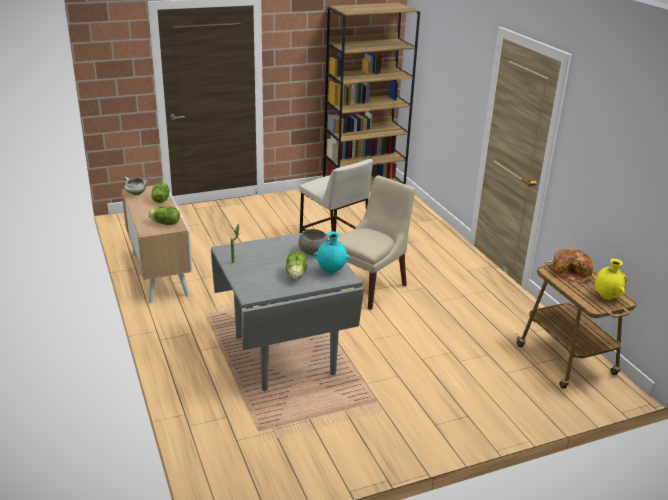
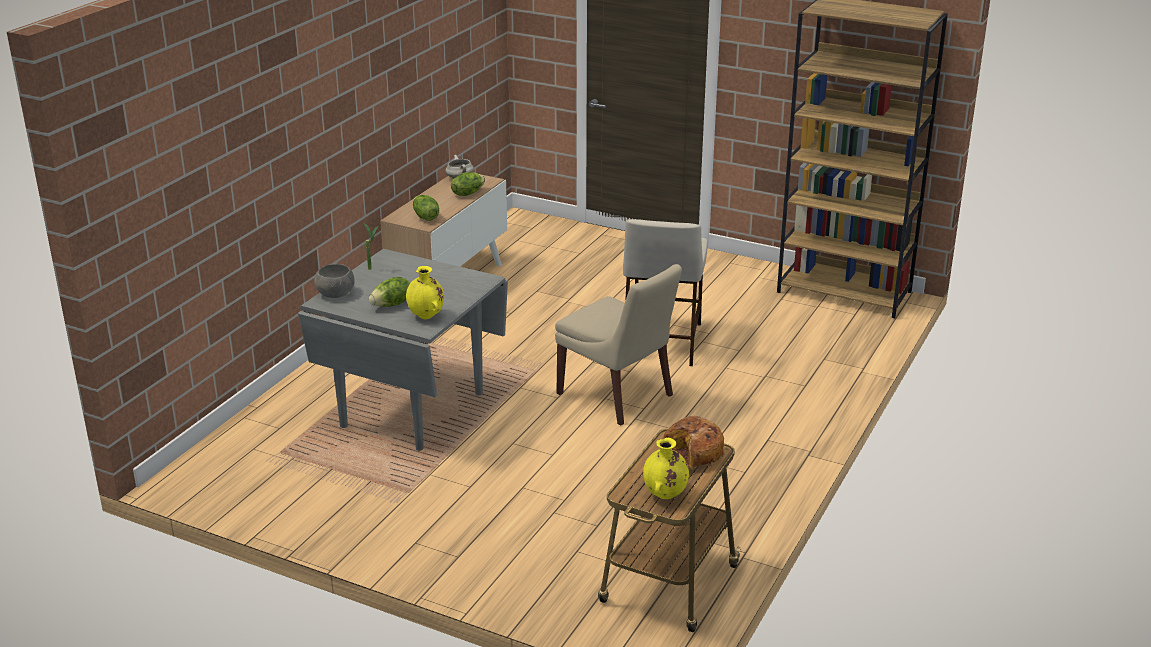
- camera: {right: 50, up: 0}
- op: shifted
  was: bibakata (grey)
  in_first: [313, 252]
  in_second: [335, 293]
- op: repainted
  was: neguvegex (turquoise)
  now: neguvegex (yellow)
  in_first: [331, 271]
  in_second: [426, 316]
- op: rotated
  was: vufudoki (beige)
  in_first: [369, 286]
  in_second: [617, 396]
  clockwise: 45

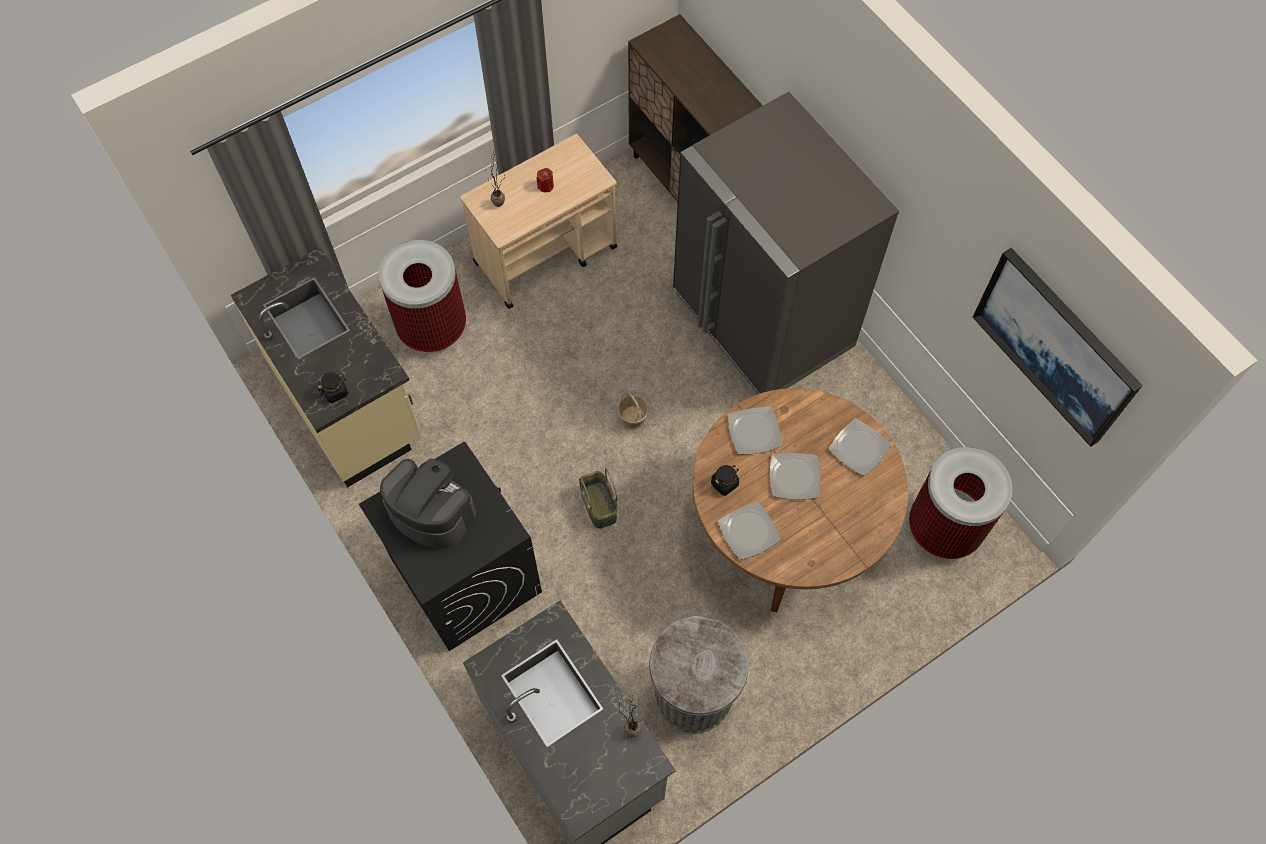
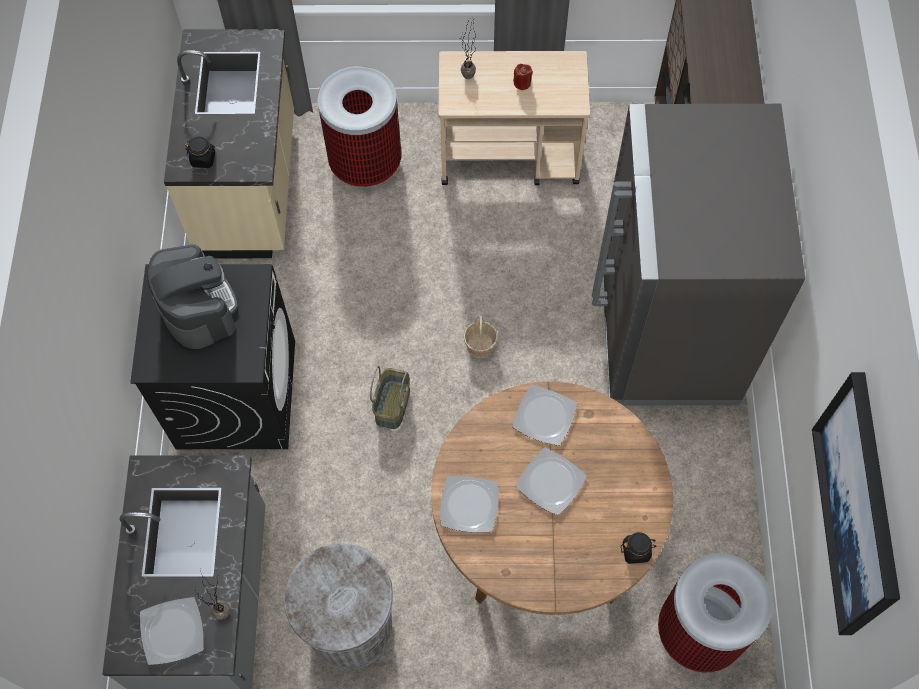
- camera: {right: 35, up: 0}
- op: shifted
  was: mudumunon
  in_first: [859, 448]
  in_second: [173, 631]
- op: shifted
  was: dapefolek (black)
  in_first: [724, 483]
  in_second: [636, 551]

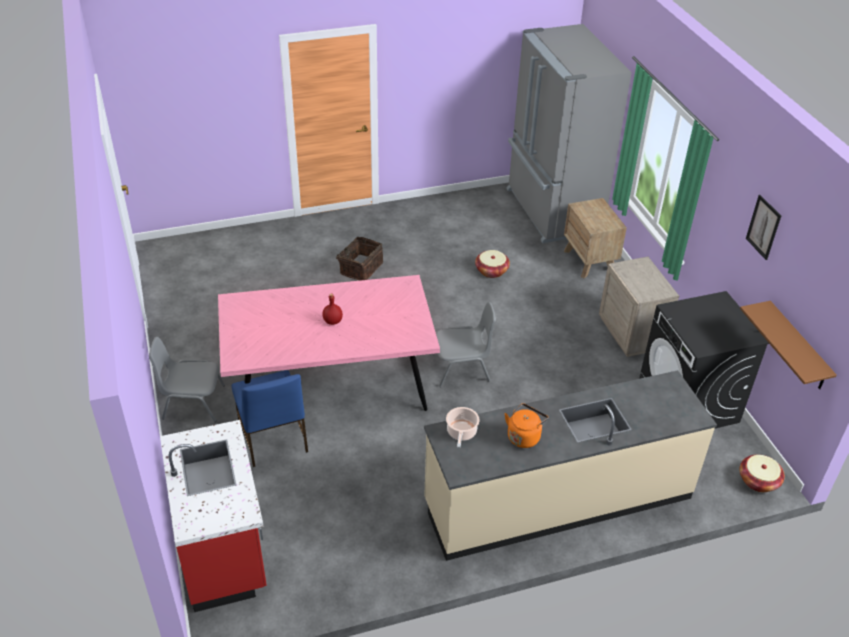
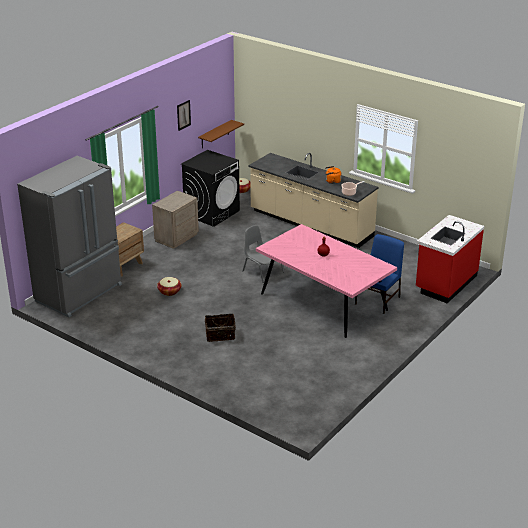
- camera: {right: -125, up: -10}
- op: gone
  was: vufudoki (grey)
  in_first: [192, 402]

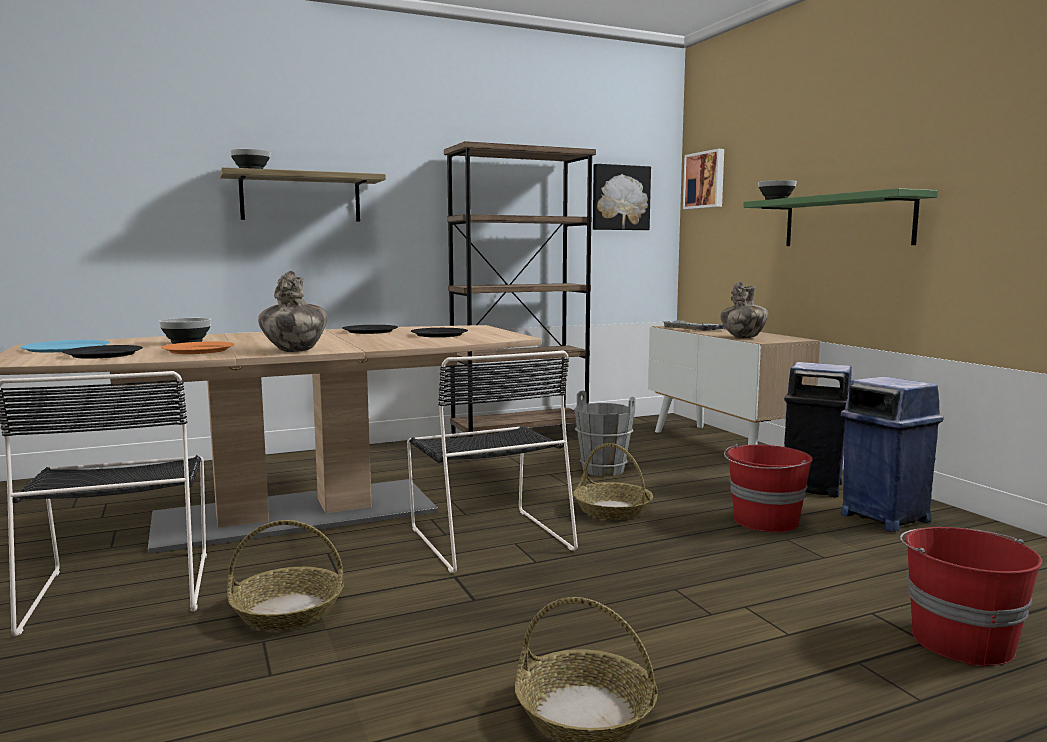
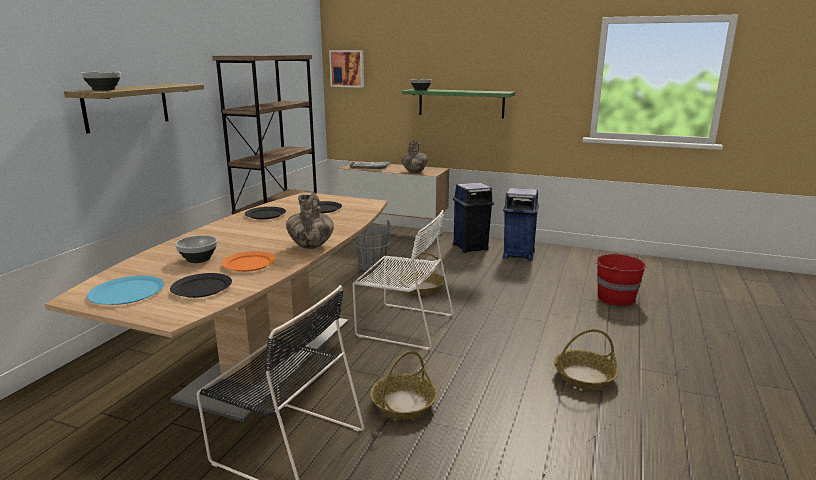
- camera: {right: -45, up: 10}
- op: repainted
  was: vufudoki (black)
  now: vufudoki (white)
  in_first: [488, 537]
  in_second: [402, 325]
- op: gone
  was: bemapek
  in_first: [620, 198]
- op: gone
  was: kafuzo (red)
  in_first: [765, 521]

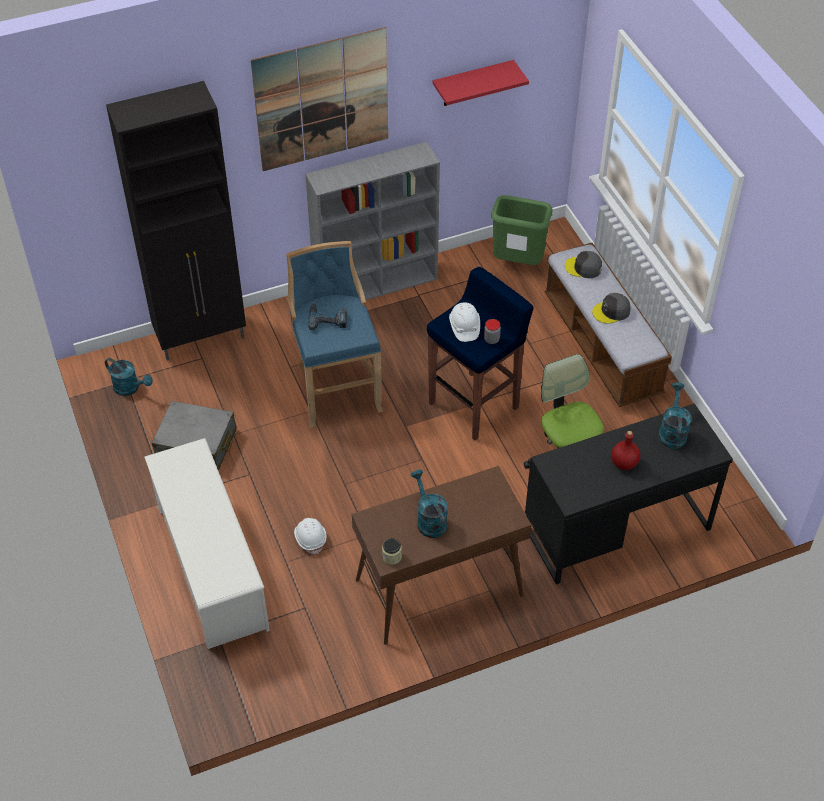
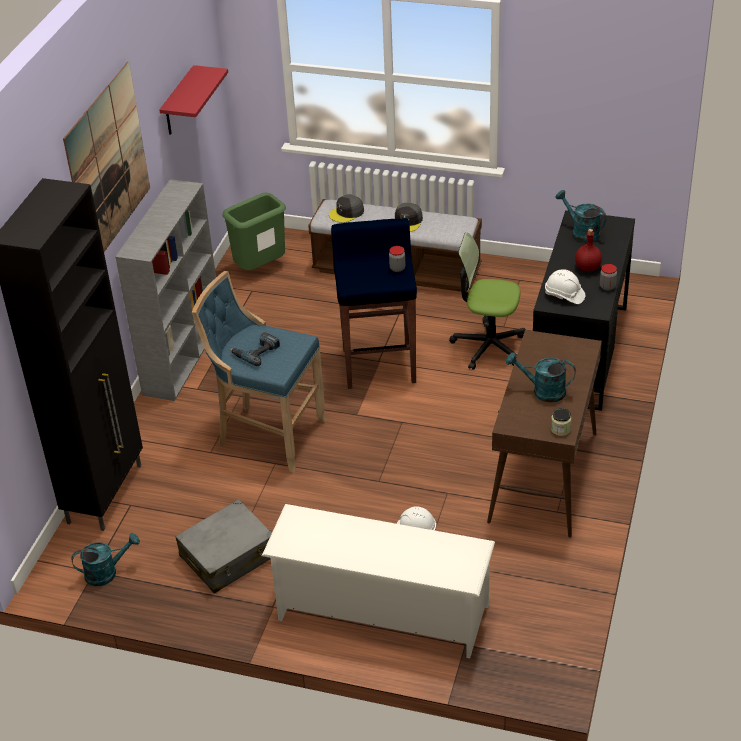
- camera: {right: -50, up: -10}
- op: shifted
  was: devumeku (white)
  in_first: [464, 327]
  in_second: [564, 295]
- op: new
  now: dapefolek
  in_second: [607, 287]

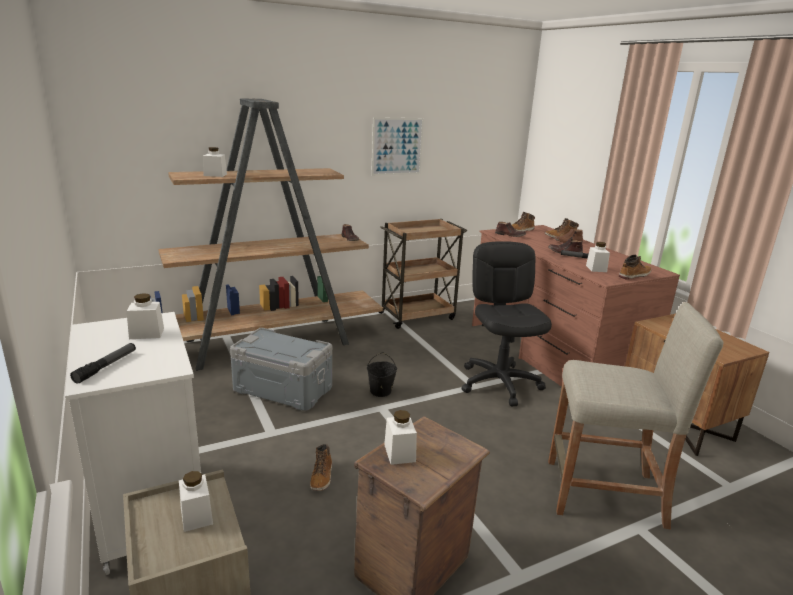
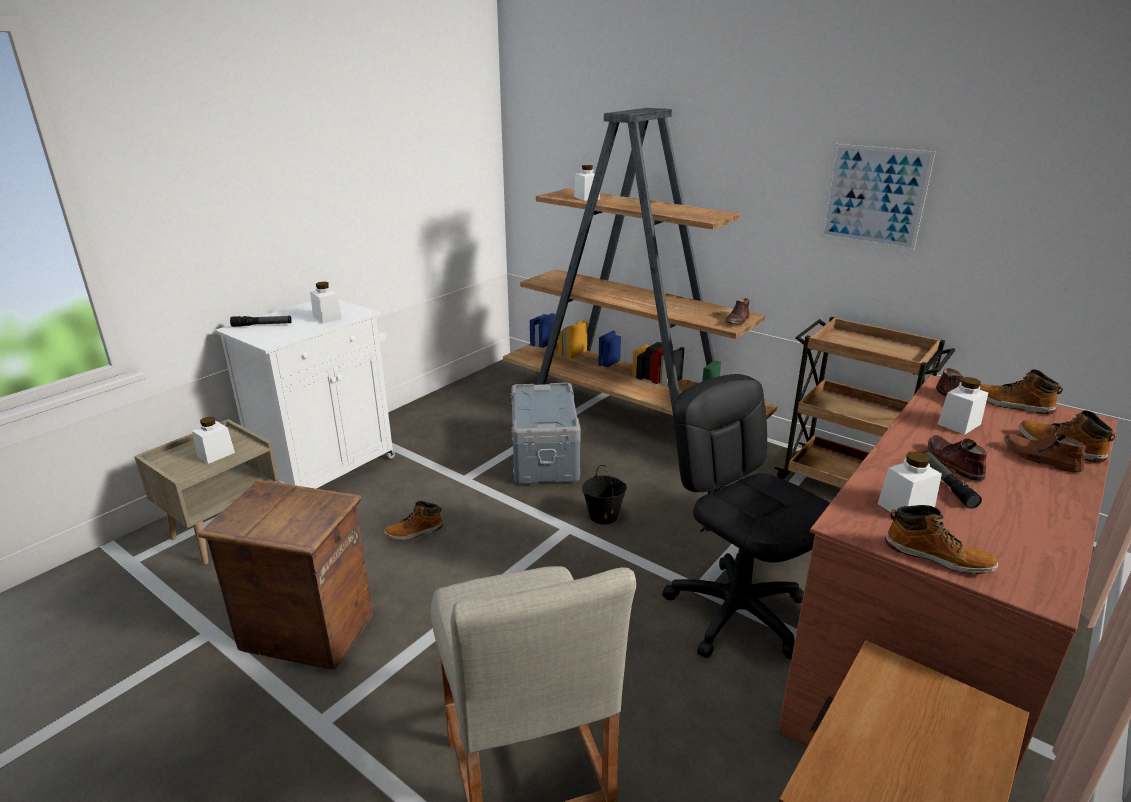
- camera: {right: 65, up: 5}
- op: rotated
  was: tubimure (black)
  in_first: [500, 383]
  in_second: [737, 612]
  clockwise: -90
- op: shifted
  was: dapefolek (white)
  in_first: [399, 453]
  in_second: [959, 424]

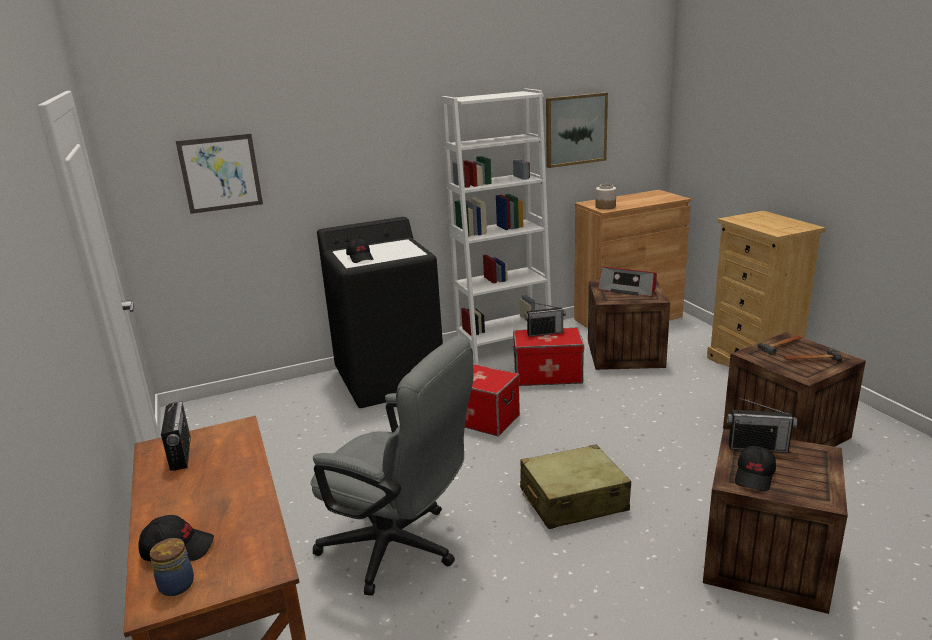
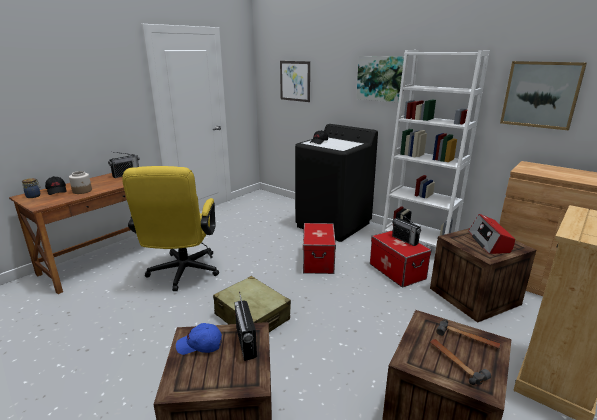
- camera: {right: 60, up: 0}
- op: shifted
  was: dapefolek
  in_first: [605, 206]
  in_second: [82, 191]
- op: repainted
  was: tubimure (grey)
  now: tubimure (yellow)
  in_first: [400, 549]
  in_second: [182, 274]
- op: repainted
  was: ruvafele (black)
  now: ruvafele (blue)
  in_first: [755, 476]
  in_second: [199, 345]
- op: new
  now: bemapek
  in_second: [380, 78]

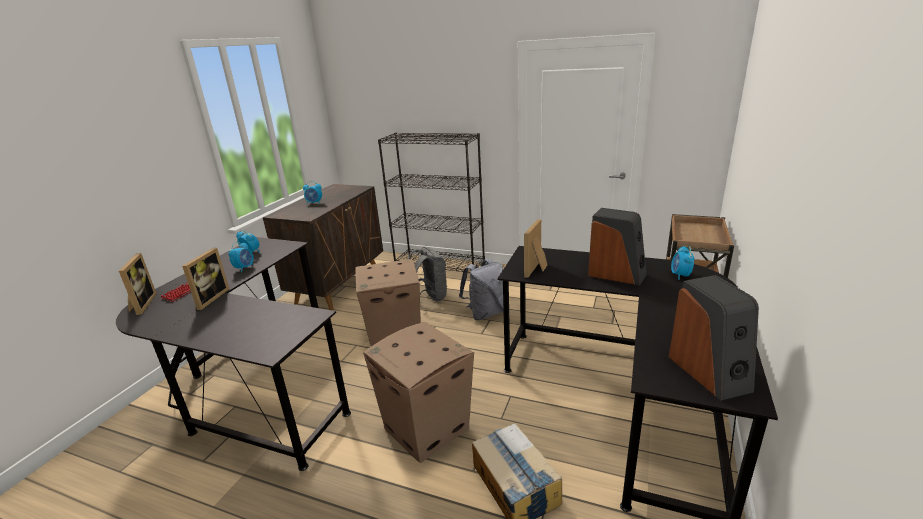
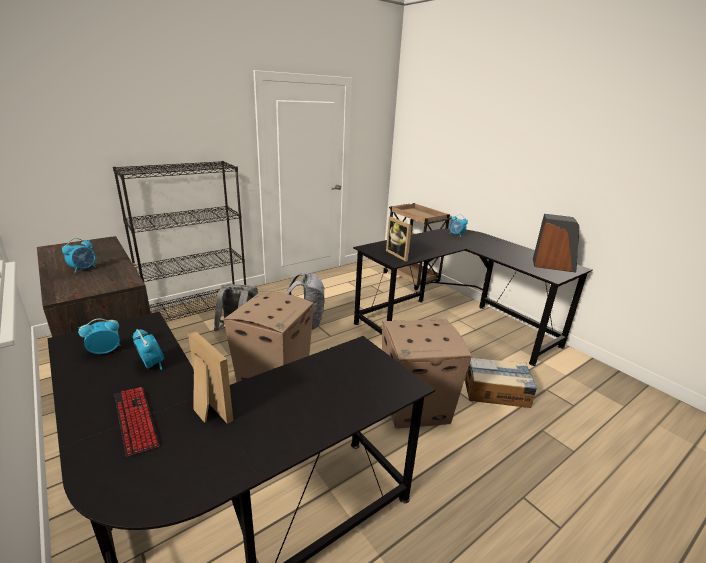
- camera: {right: -60, up: 0}
- op: gone
  was: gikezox
  in_first: [141, 305]
- op: gone
  was: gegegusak
  in_first: [616, 274]

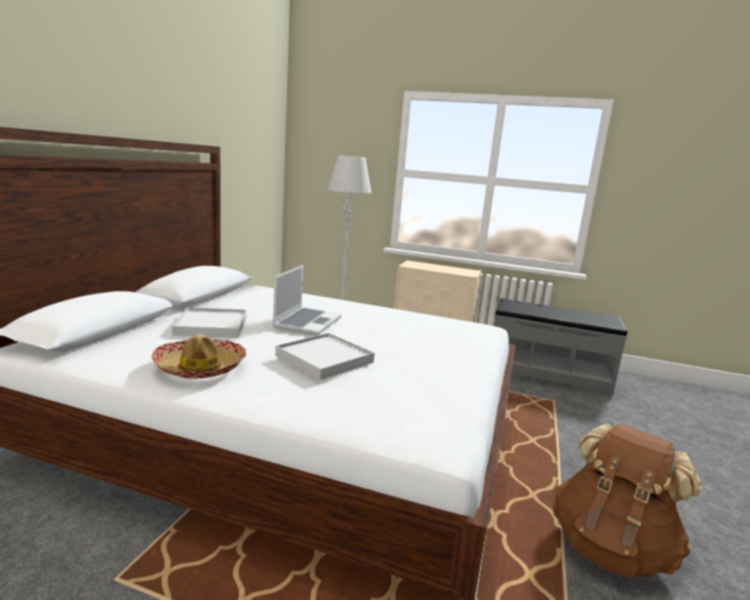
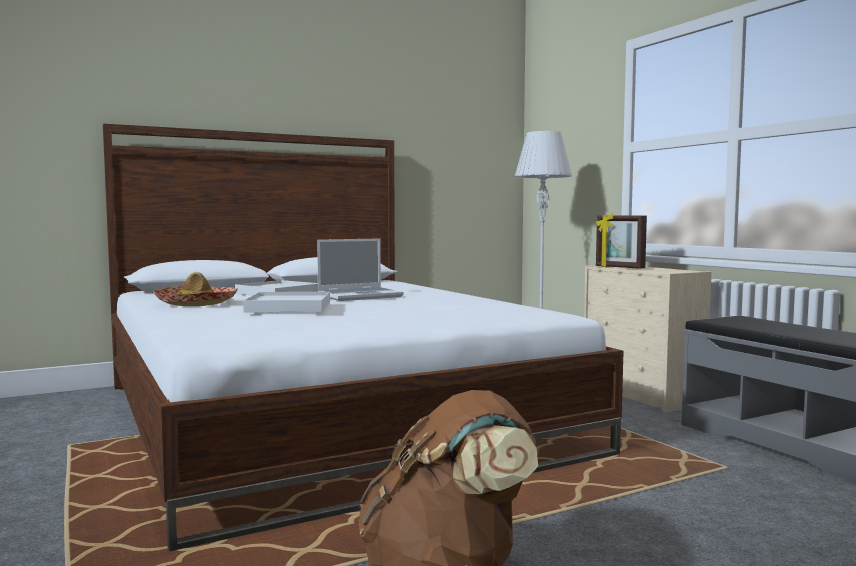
- camera: {right: 45, up: -10}
- op: new
  now: gikezox
  in_second: [619, 267]

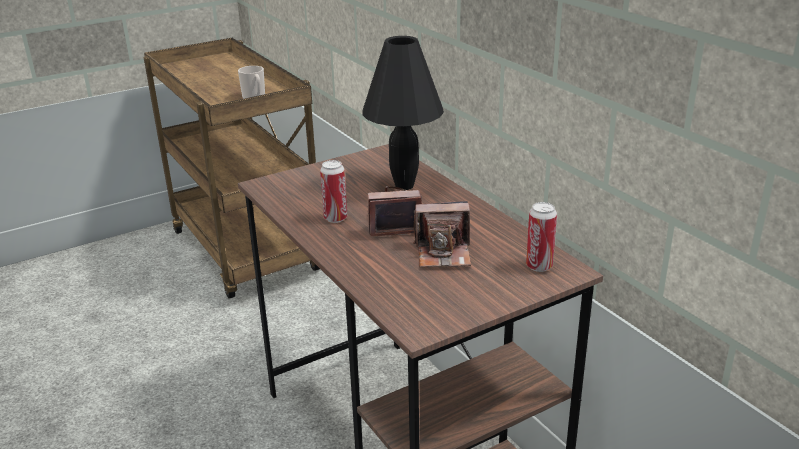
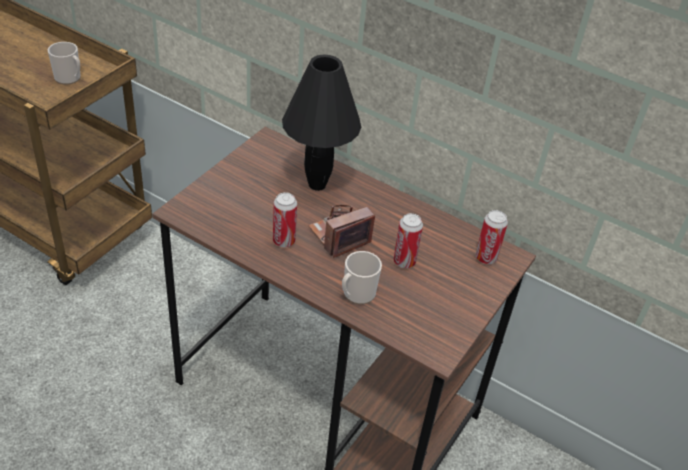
- camera: {right: -30, up: 15}
- op: new
  now: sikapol
  in_second: [356, 294]
- op: swapped
  was: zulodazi
  now: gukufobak
  in_first: [443, 253]
  in_second: [404, 262]

